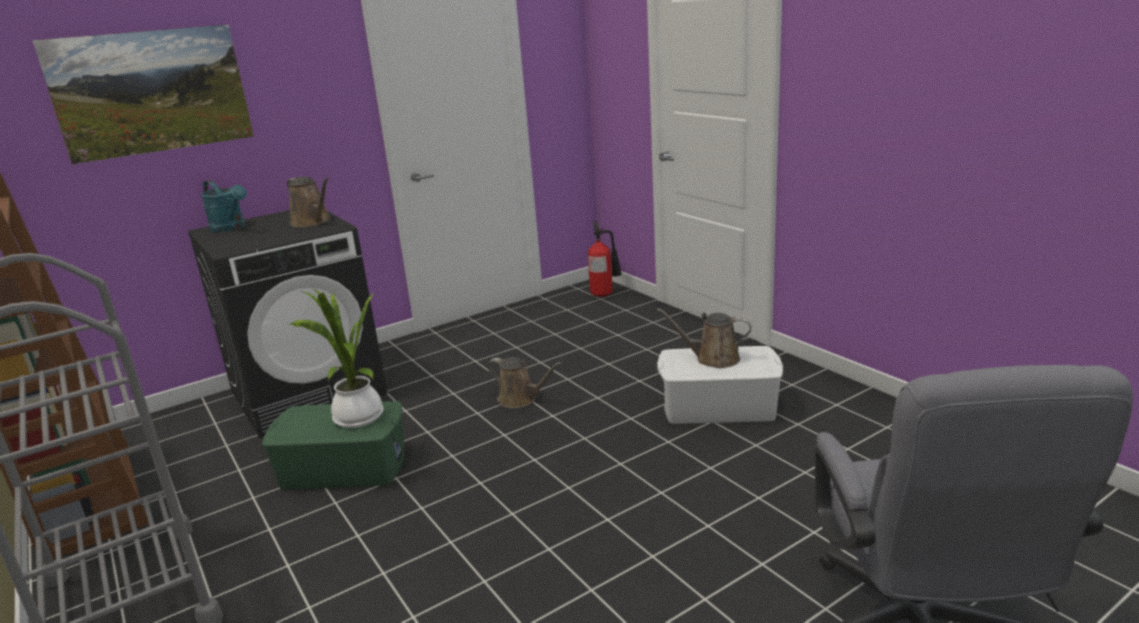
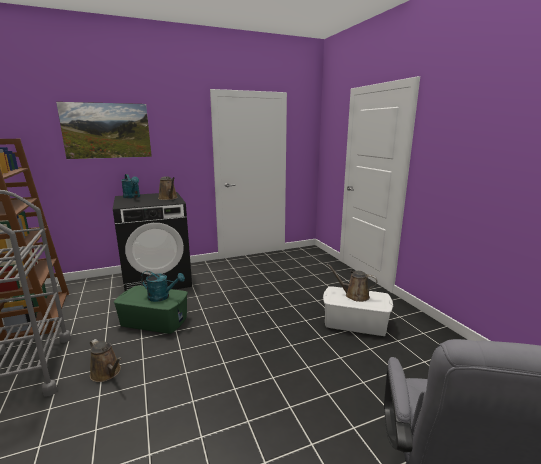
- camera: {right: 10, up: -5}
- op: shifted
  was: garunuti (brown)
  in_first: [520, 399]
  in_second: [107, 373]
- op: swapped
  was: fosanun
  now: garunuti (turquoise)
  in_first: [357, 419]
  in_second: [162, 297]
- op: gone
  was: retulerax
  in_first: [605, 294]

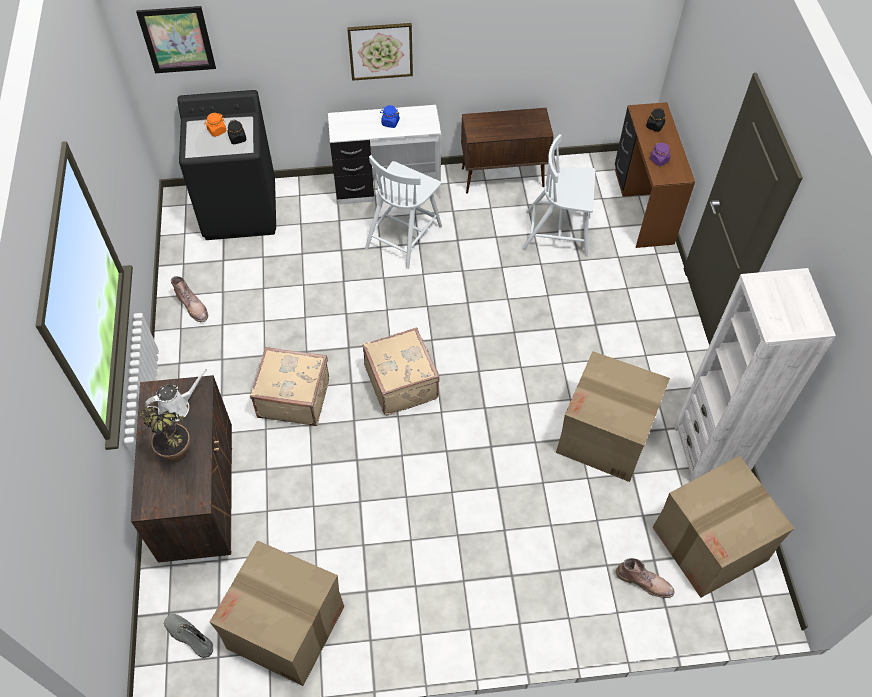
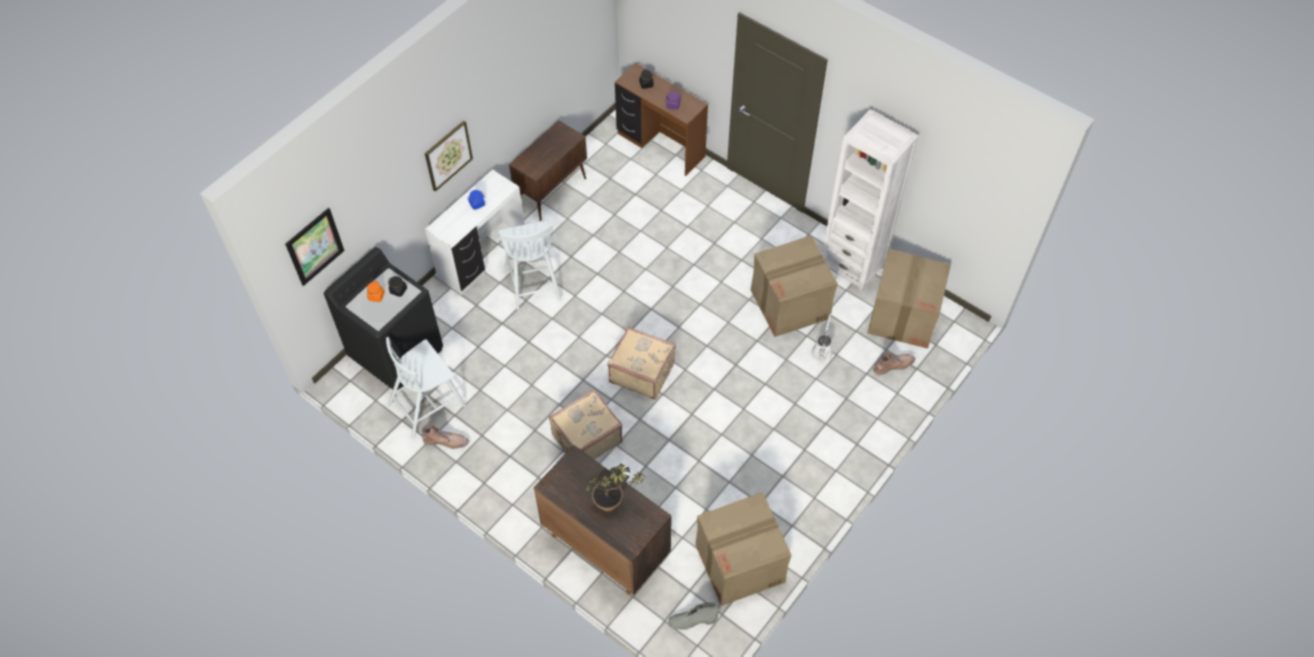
- camera: {right: -45, up: 0}
- op: shifted
  was: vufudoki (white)
  in_first: [558, 233]
  in_second: [428, 404]
- op: shifted
  was: garunuti (white)
  in_first: [177, 407]
  in_second: [822, 351]

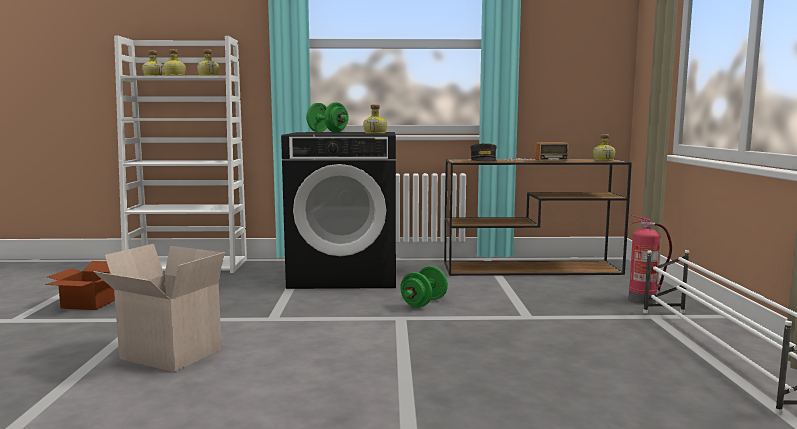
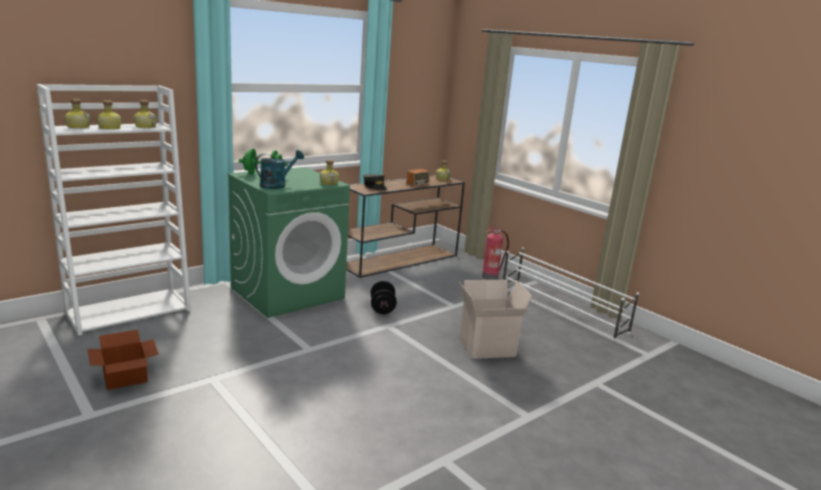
- camera: {right: -40, up: 10}
- op: repainted
  was: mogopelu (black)
  now: mogopelu (green)
  in_first: [345, 275]
  in_second: [288, 293]
- op: new
  now: garunuti (turquoise)
  in_second: [277, 185]
- op: repainted
  was: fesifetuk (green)
  now: fesifetuk (black)
  in_first: [424, 303]
  in_second: [382, 308]
- op: shifted
  was: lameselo
  in_first: [168, 354]
  in_second: [486, 348]

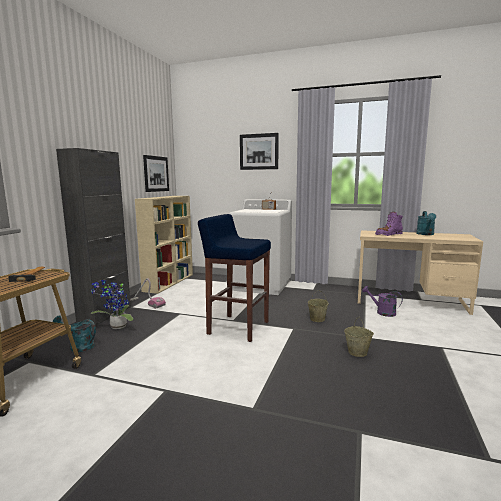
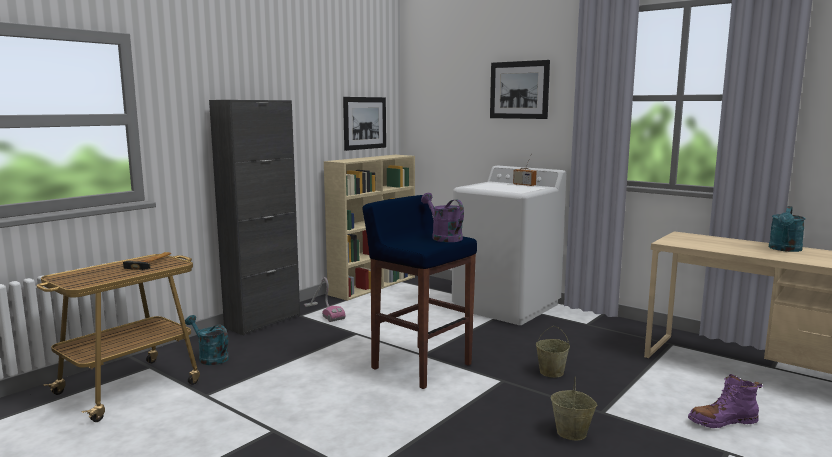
- camera: {right: 20, up: 0}
- op: shifted
  was: garunuti (purple)
  in_first: [382, 312]
  in_second: [443, 237]
- op: shifted
  was: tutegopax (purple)
  in_first: [388, 235]
  in_second: [722, 422]
- op: gone
  was: fosanun
  in_first: [116, 327]

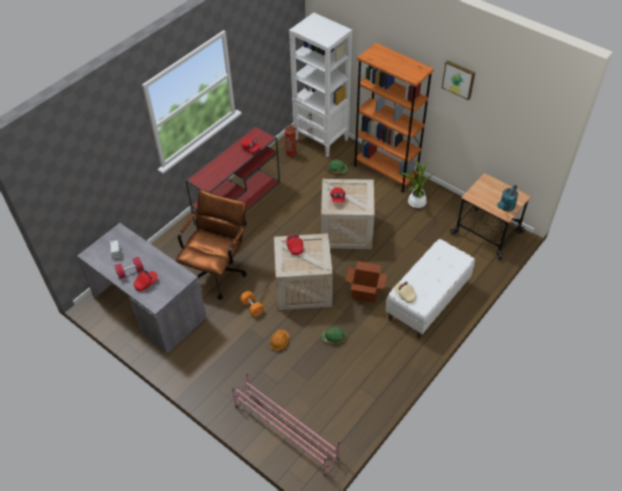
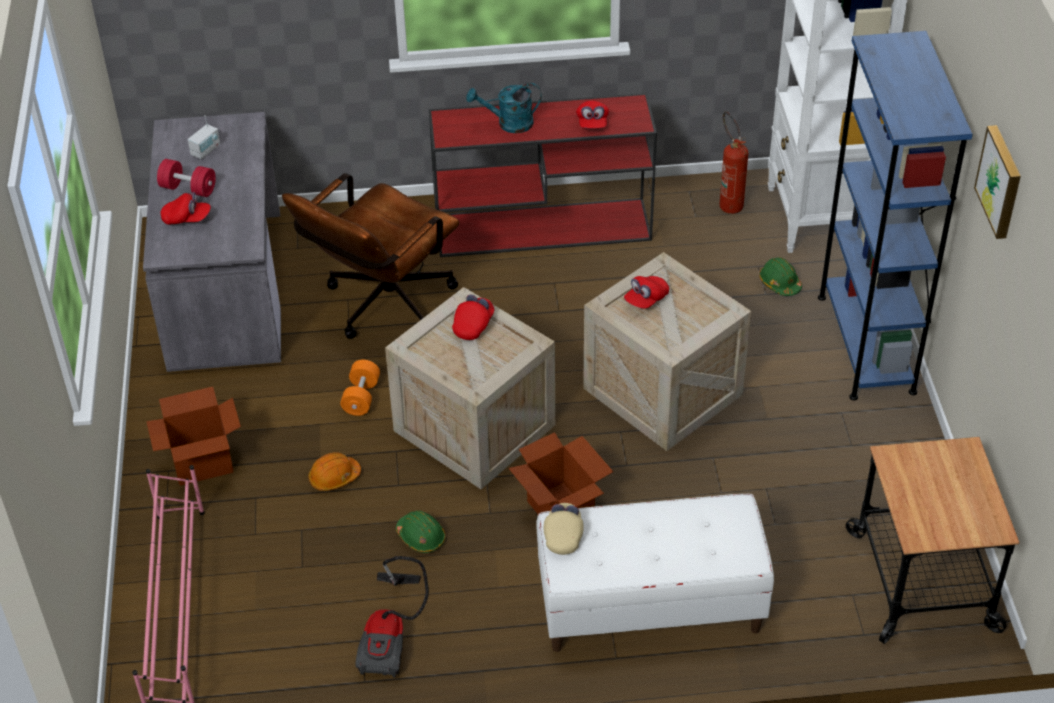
- camera: {right: 45, up: -5}
- op: new
  now: lameselo
  in_second: [202, 464]
- op: rotated
  was: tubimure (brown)
  in_first: [218, 270]
  in_second: [382, 307]
  clockwise: 150
- op: new
  now: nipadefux
  in_second: [392, 636]
- op: shifted
  was: garunuti (turquoise)
  in_first: [505, 207]
  in_second: [509, 124]
- op: repainted
  was: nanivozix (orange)
  now: nanivozix (blue)
  in_first: [385, 171]
  in_second: [866, 343]
- op: gone
  was: fosanun
  in_first: [415, 203]

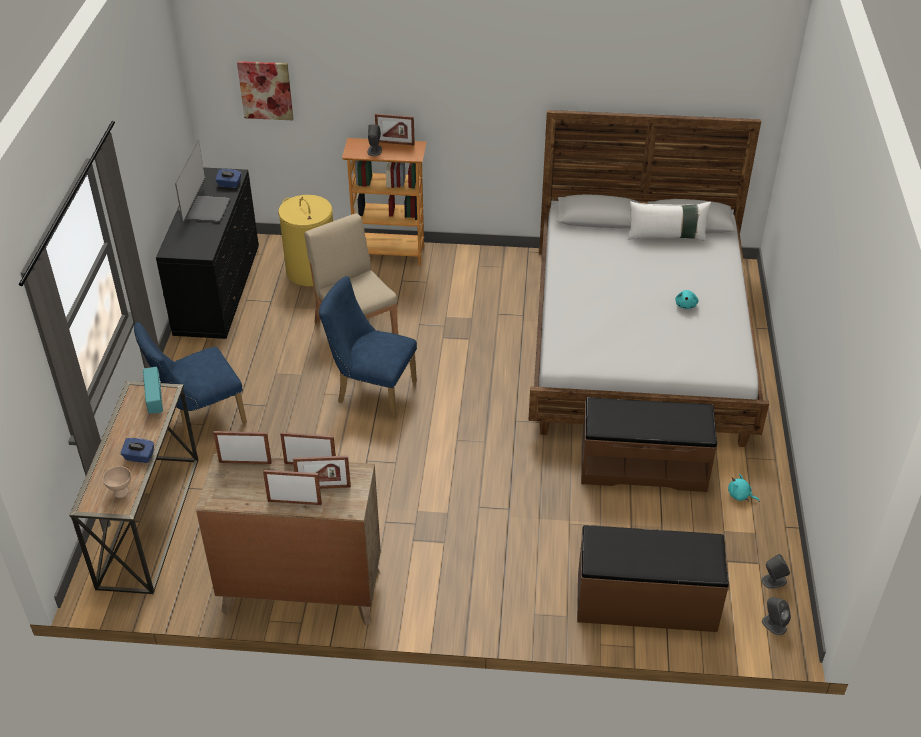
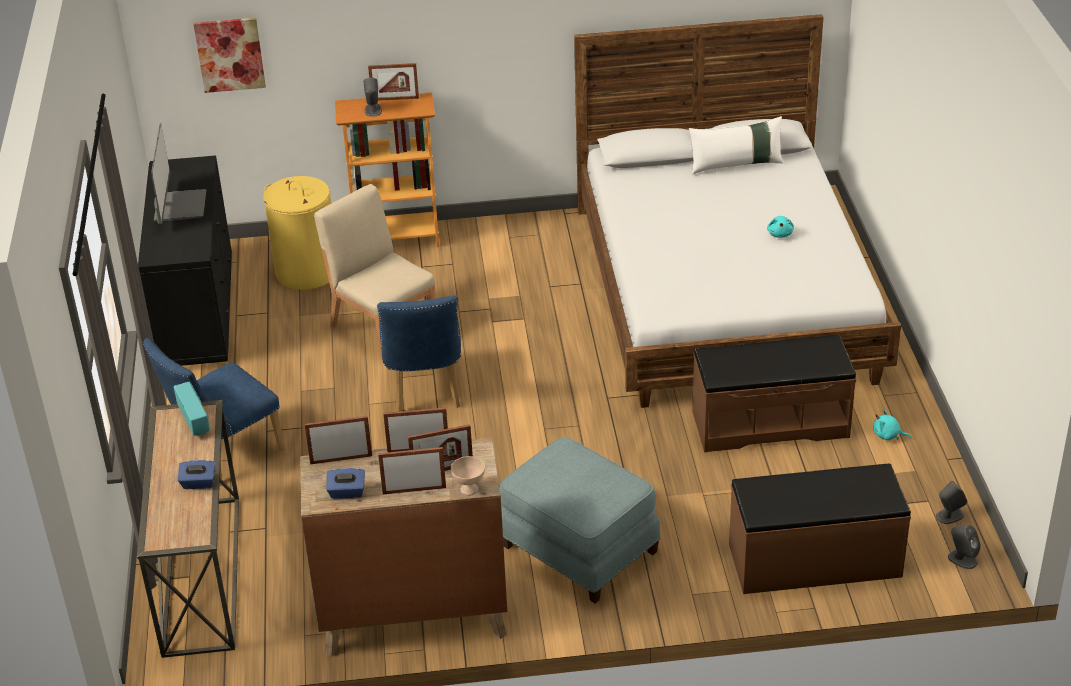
- camera: {right: -10, up: -5}
- op: shifted
  was: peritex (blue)
  in_first: [229, 184]
  in_second: [347, 493]
- op: rotated
  was: vufudoki (blue)
  in_first: [371, 391]
  in_second: [425, 392]
  clockwise: -105
- op: shifted
  was: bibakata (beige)
  in_first: [121, 492]
  in_second: [470, 489]
- op: new
  now: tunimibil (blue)
  in_second: [577, 550]

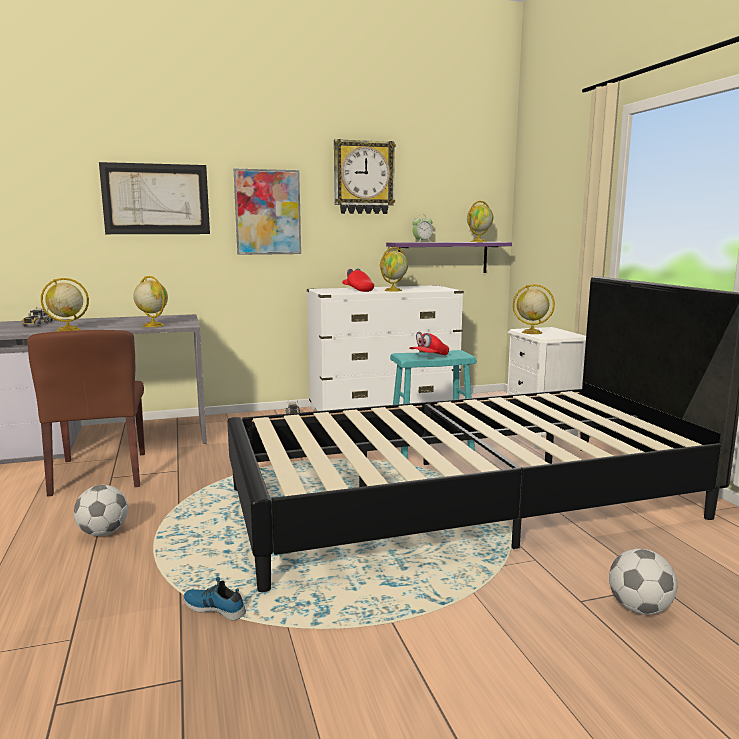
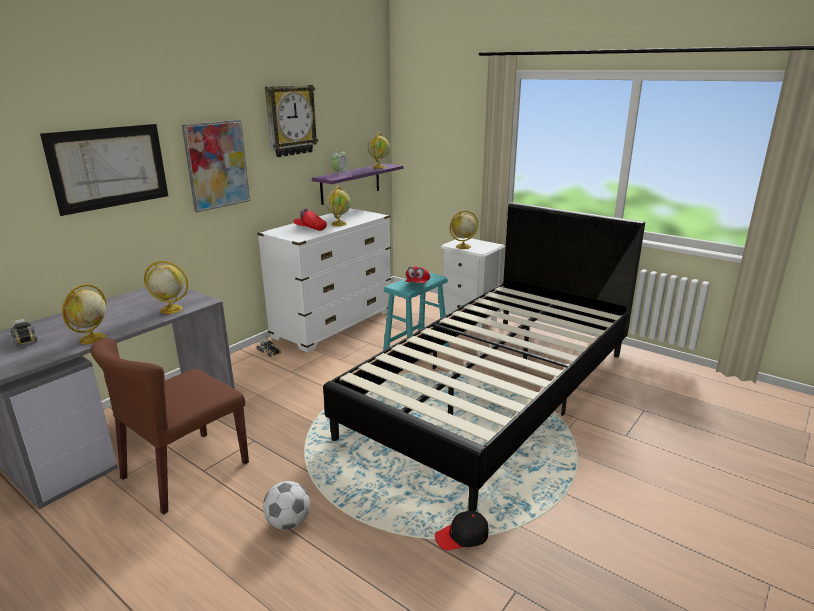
- camera: {right: -35, up: 10}
- op: rotated
  was: vufudoki (brown)
  in_first: [100, 473]
  in_second: [185, 470]
  clockwise: 90
- op: swapped
  was: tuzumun
  now: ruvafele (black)
  in_first: [215, 607]
  in_second: [462, 536]
- op: gone
  was: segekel
  in_first: [639, 609]

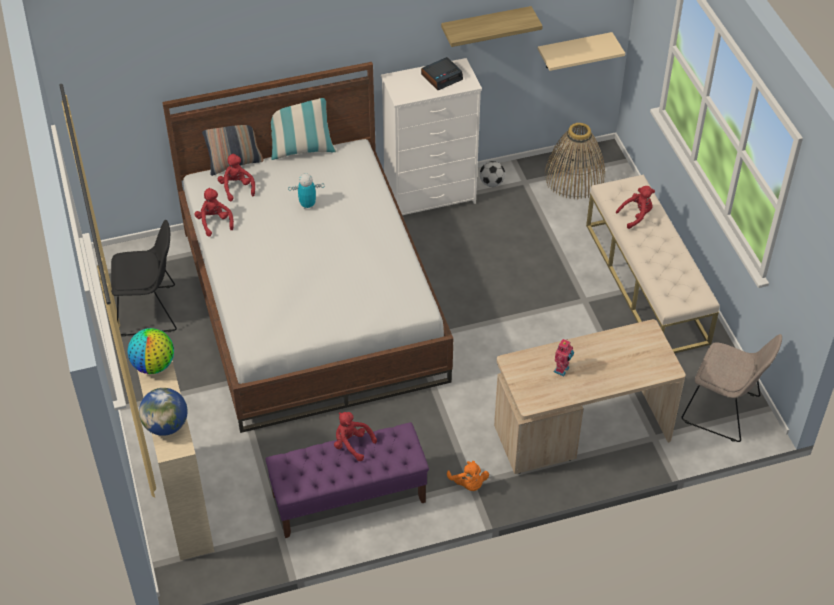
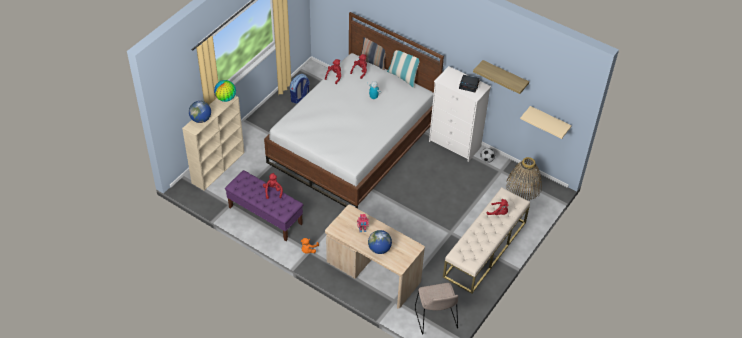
- camera: {right: 50, up: 0}
- op: swapped
  was: vufudoki (black)
  now: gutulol
  in_first: [150, 311]
  in_second: [299, 97]
- op: new
  now: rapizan
  in_second: [379, 249]

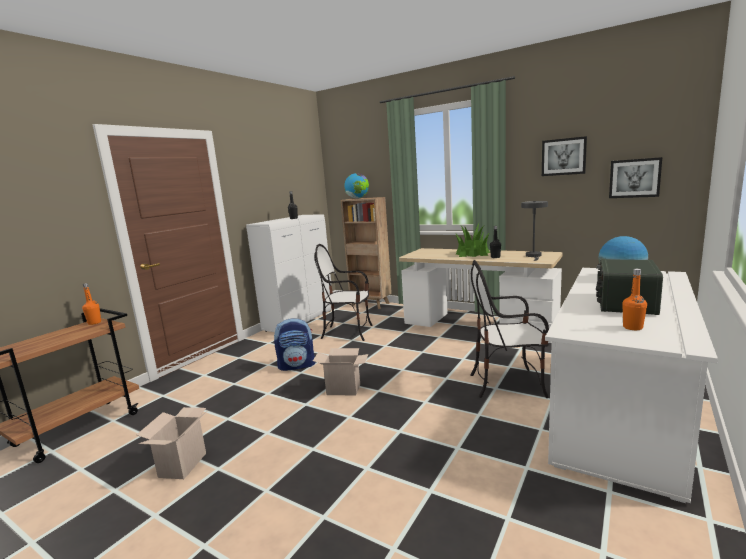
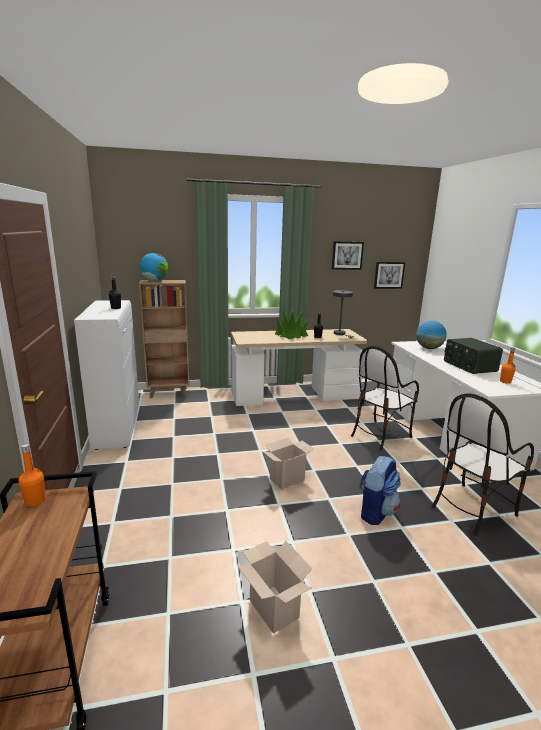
- camera: {right: -45, up: 5}
- op: shifted
  was: gutulol
  in_first: [297, 365]
  in_second: [376, 512]
- op: shifted
  was: vufudoki
  in_first: [348, 332]
  in_second: [471, 509]

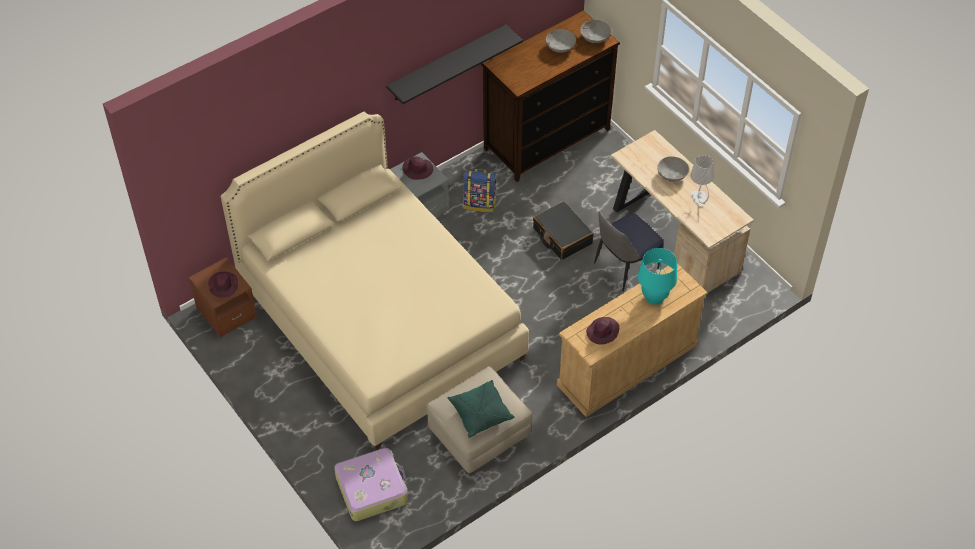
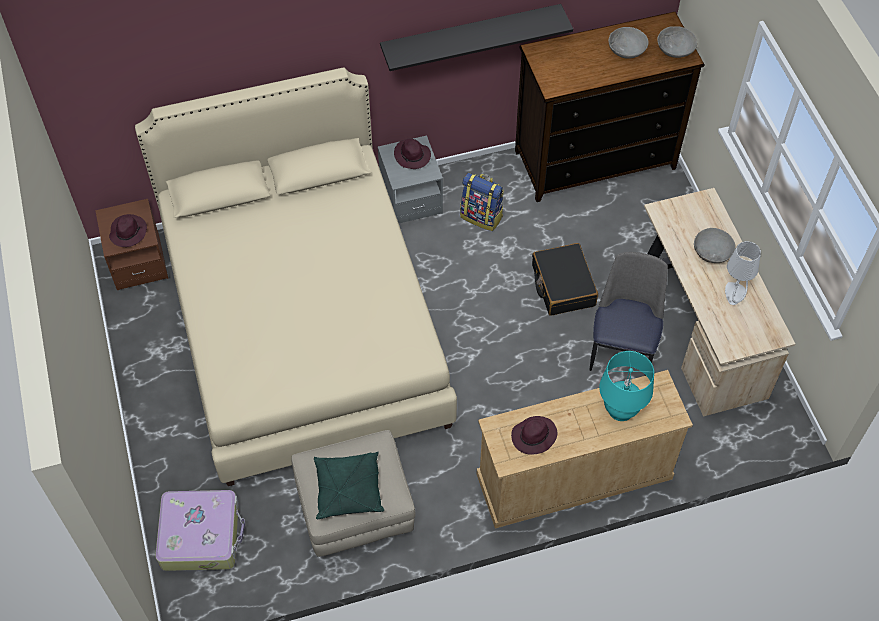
- camera: {right: 20, up: 5}
- op: rotated
  was: vufudoki
  in_first: [624, 267]
  in_second: [622, 348]
  clockwise: 120

